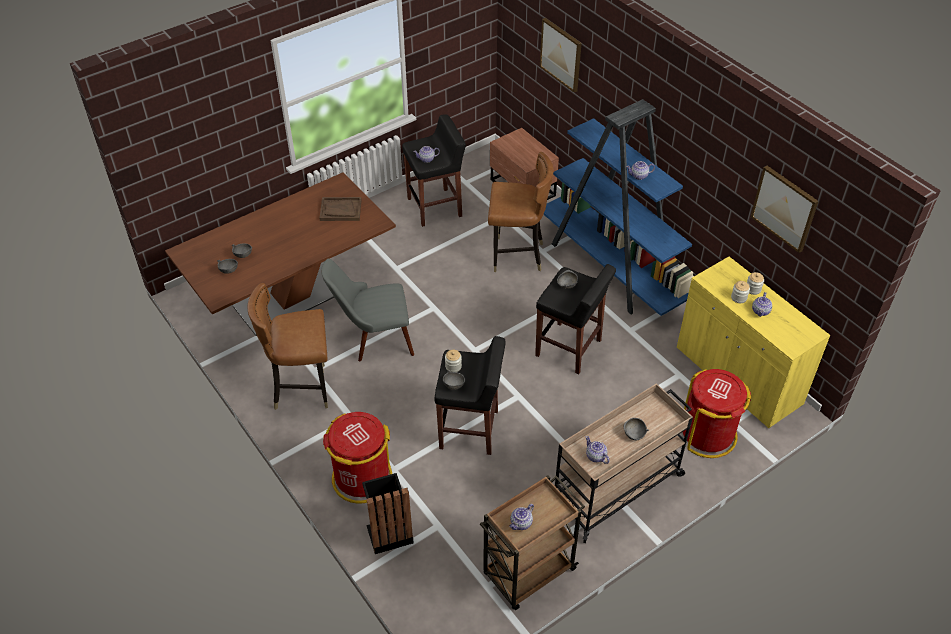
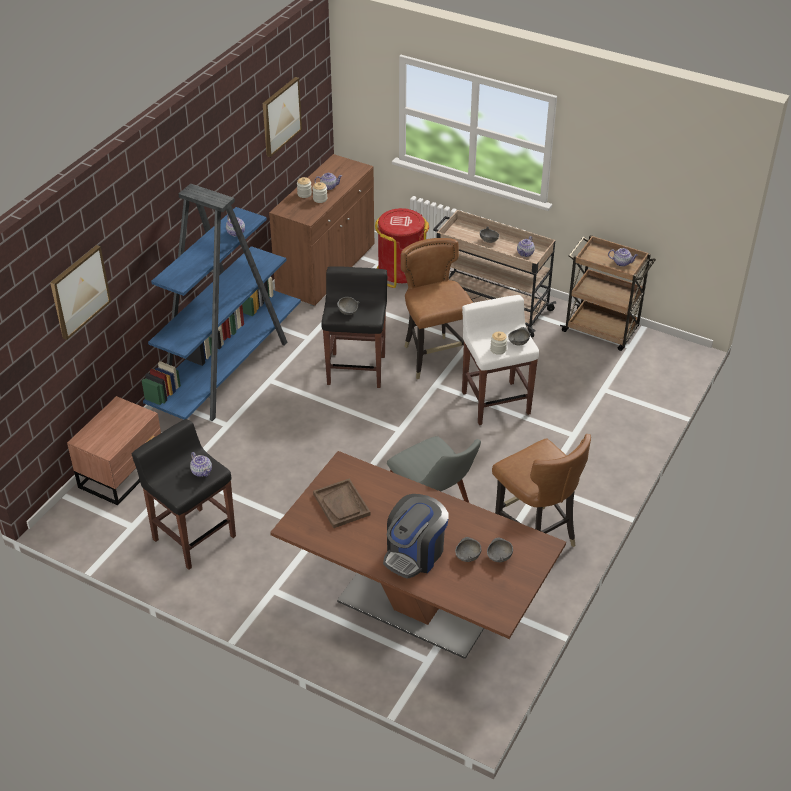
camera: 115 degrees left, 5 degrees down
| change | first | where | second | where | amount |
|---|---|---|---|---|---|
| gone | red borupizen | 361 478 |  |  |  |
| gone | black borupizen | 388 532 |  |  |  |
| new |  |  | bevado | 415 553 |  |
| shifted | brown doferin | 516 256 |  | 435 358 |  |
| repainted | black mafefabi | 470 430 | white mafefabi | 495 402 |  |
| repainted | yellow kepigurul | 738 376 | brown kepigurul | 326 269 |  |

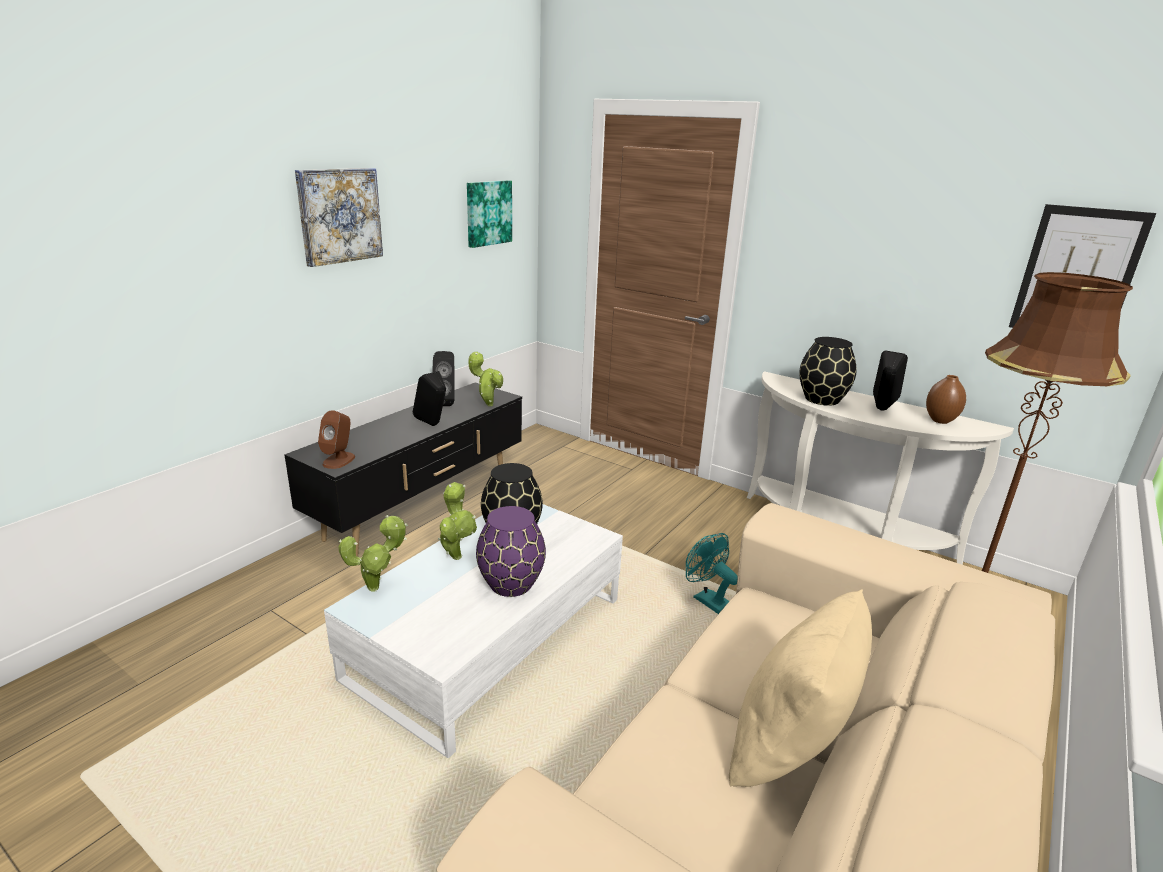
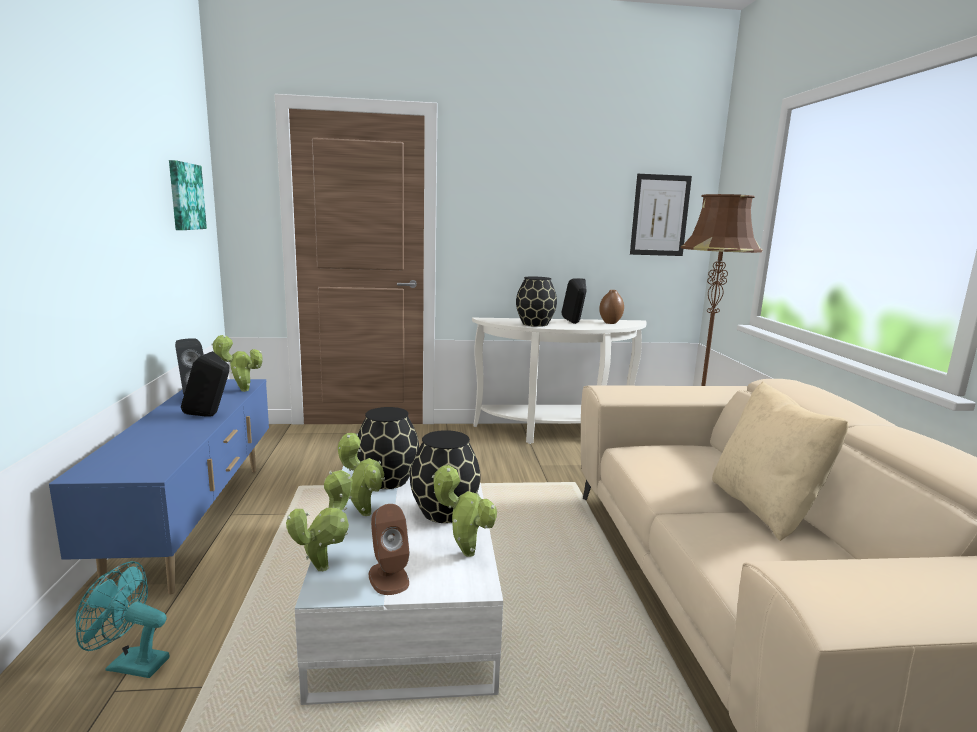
camera: 40 degrees left, 10 degrees down
| change | first | where | second | where | amount |
|---|---|---|---|---|---|
| gone | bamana | 339 215 |  |  |  |
| new |  |  | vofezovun | 464 552 |  |
| shifted | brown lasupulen | 339 460 |  | 388 577 |  |
| shifted | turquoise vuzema | 707 600 |  | 129 664 |  |
| repainted | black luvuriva | 422 506 | blue luvuriva | 196 521 |  |
| repainted | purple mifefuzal | 510 583 | black mifefuzal | 443 512 |  |

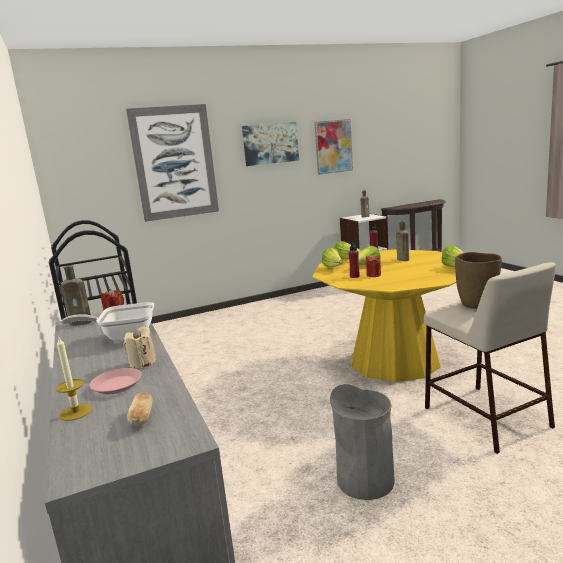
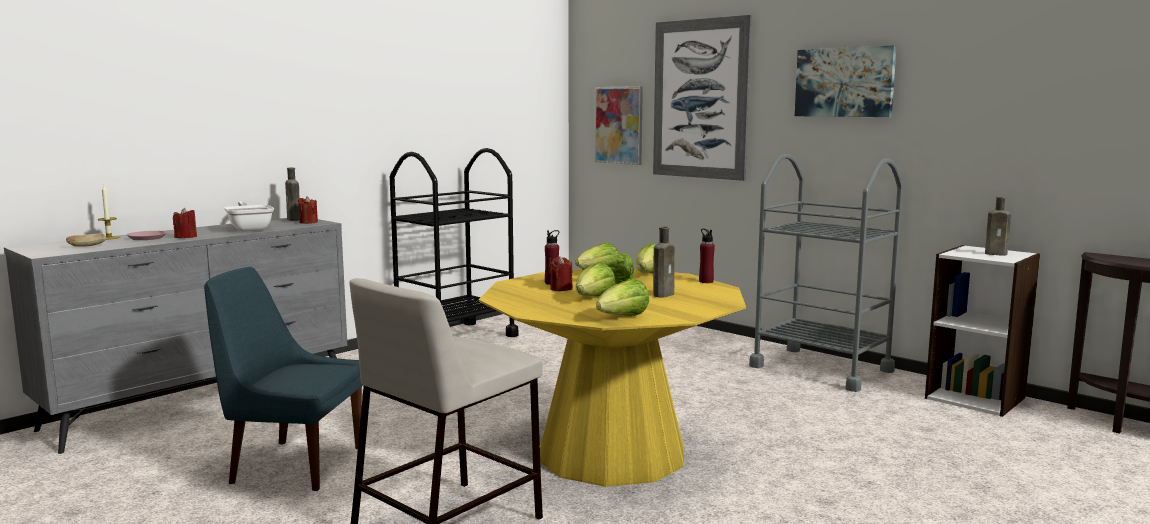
camera: 65 degrees right, 5 degrees down
| change | first | where | second | where | amount |
|---|---|---|---|---|---|
| gone | brown mifefuzal | 477 304 |  |  |  |
| new |  |  | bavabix | 593 298 |  |
| new |  |  | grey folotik | 821 368 |  |
| shifted | bamana | 333 146 |  | 618 125 |  |
| swapped | grey borupizen | 365 480 | blue doferin | 293 465 |  |
| repainted | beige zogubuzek | 142 363 | red zogubuzek | 186 237 |  |

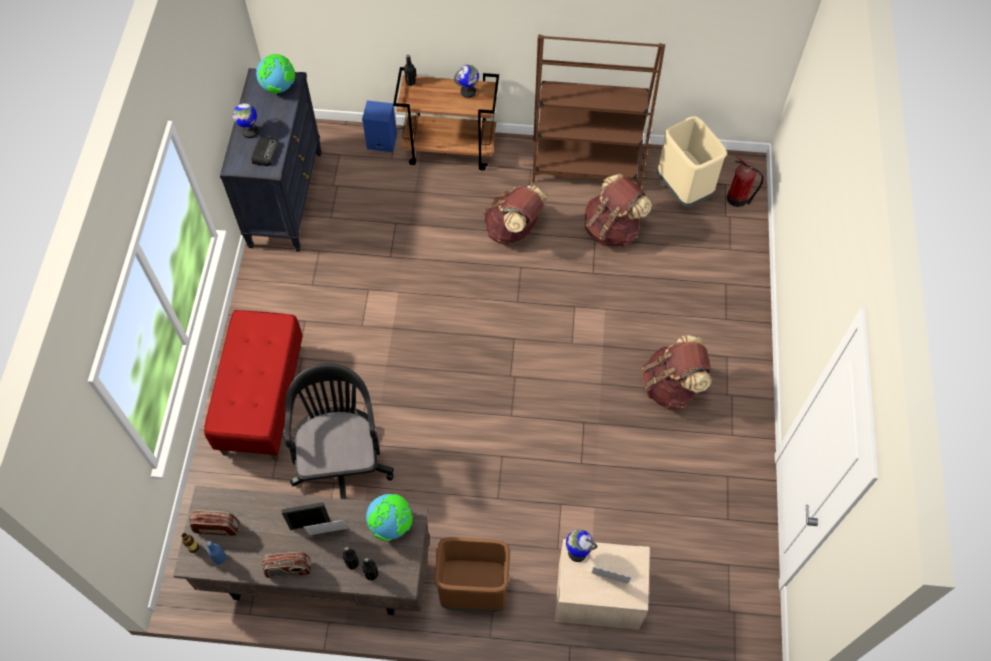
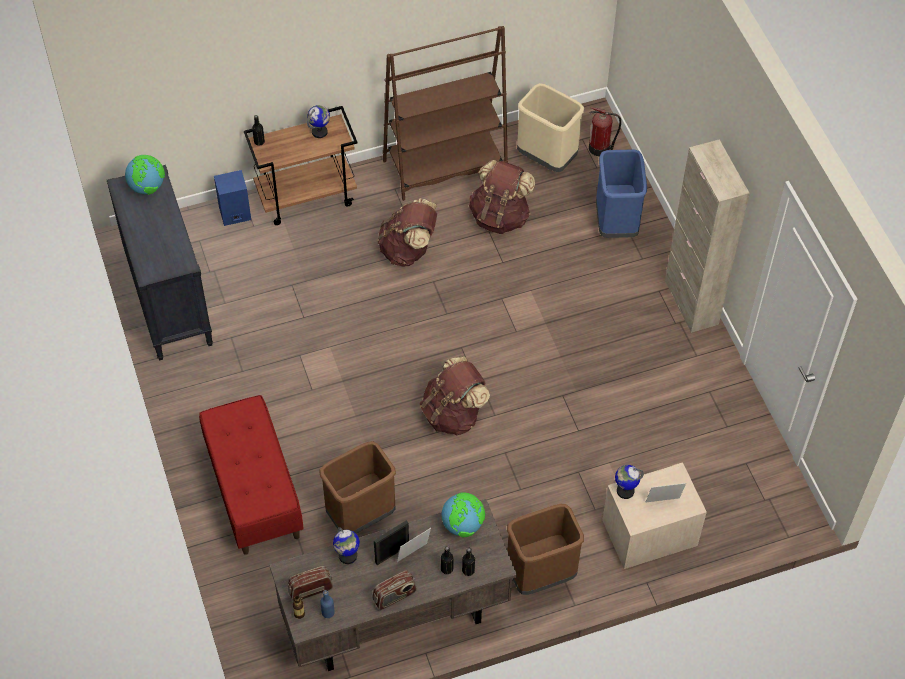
camera: 25 degrees left, 5 degrees down
| change | first | where | second | where | amount |
|---|---|---|---|---|---|
| gone | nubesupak | 265 152 |  |  |  |
| new |  |  | blue borupizen | 616 223 |  |
| new |  |  | beige kepigurul | 691 302 |  |
| shifted | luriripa | 250 132 |  | 347 556 |  |
| shifted | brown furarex | 671 386 |  | 453 414 |  |
| swapped | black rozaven | 342 460 | brown borupizen | 361 514 |  |

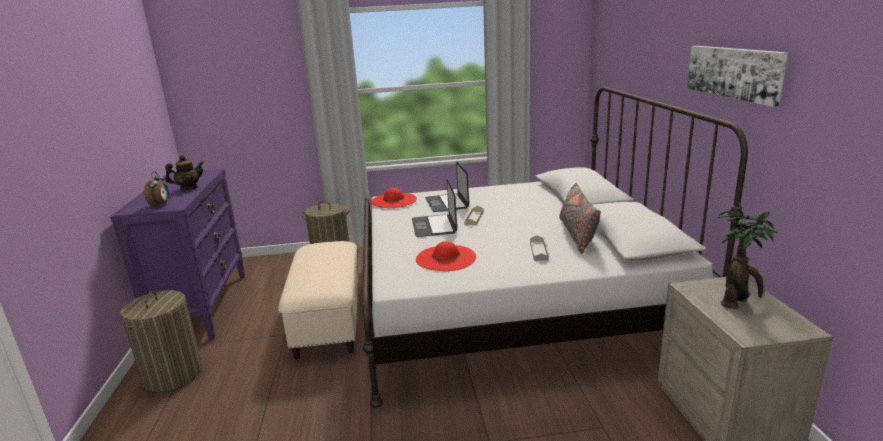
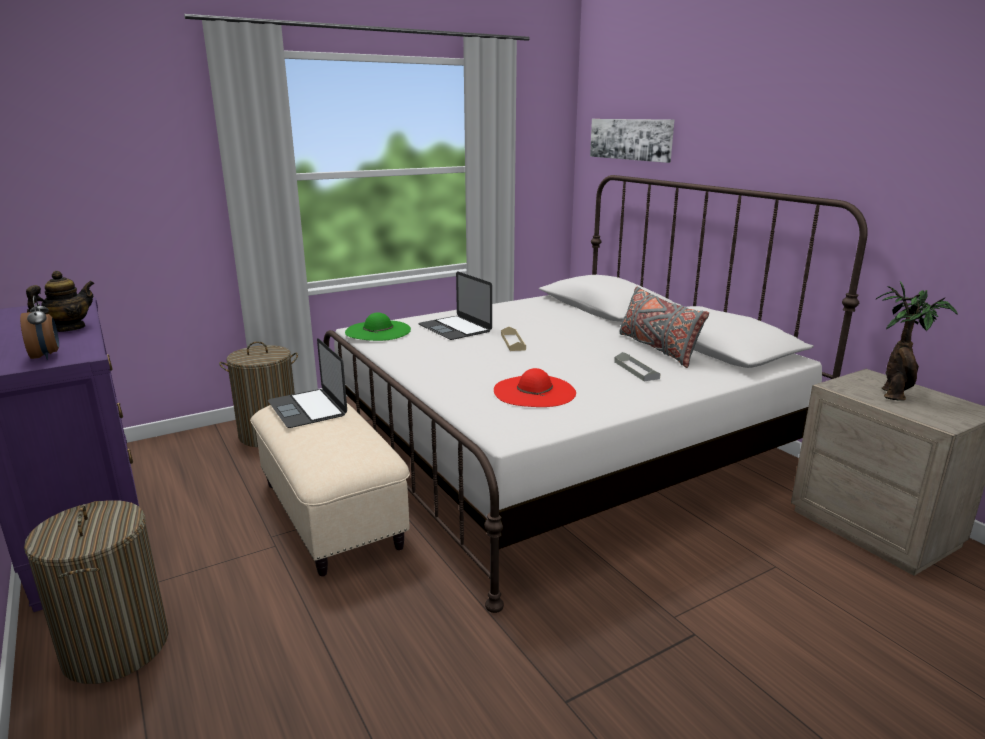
camera: 25 degrees left, 0 degrees up
| change | first | where | second | where | amount |
|---|---|---|---|---|---|
| shifted | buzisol | 434 226 |  | 307 408 |  |
| shifted | bamana | 733 72 |  | 631 139 |  |
| repainted | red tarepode | 393 200 | green tarepode | 378 331 |  |

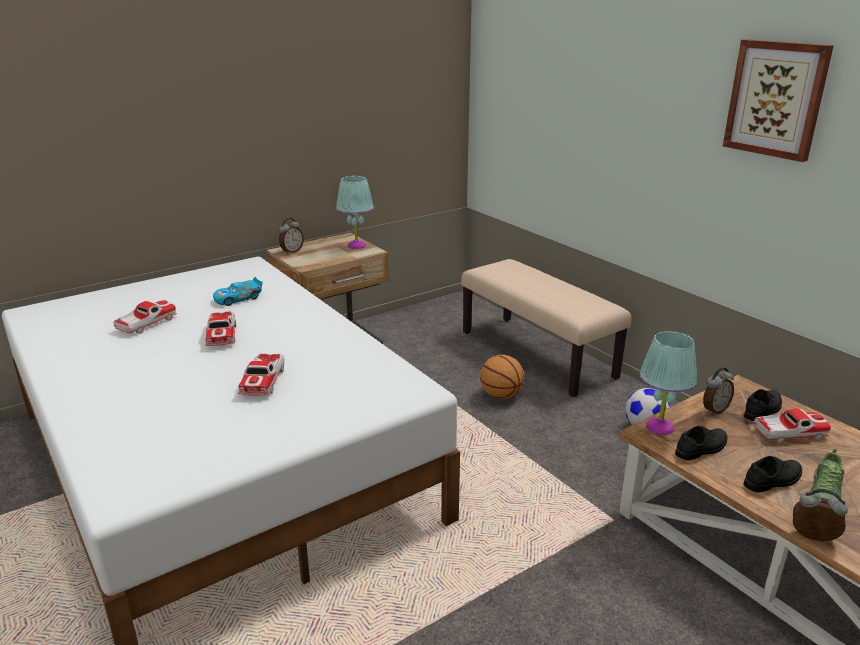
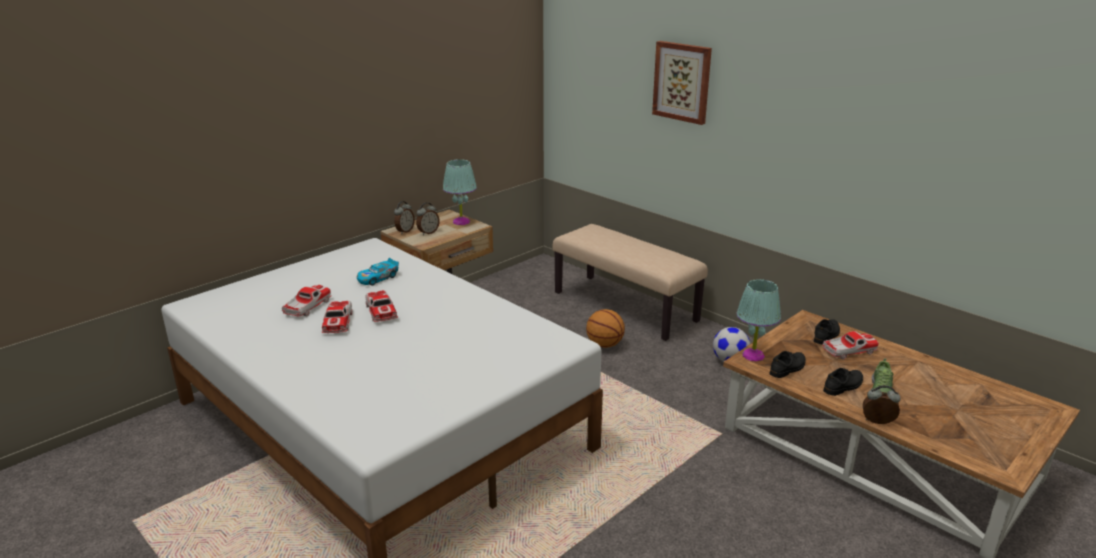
camera: 10 degrees left, 0 degrees up
| change | first | where | second | where | amount |
|---|---|---|---|---|---|
| shifted | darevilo | 263 381 |  | 338 322 |  |
| shifted | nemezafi | 714 410 |  | 428 232 |  |
| shifted | bamana | 776 99 |  | 682 82 |  |

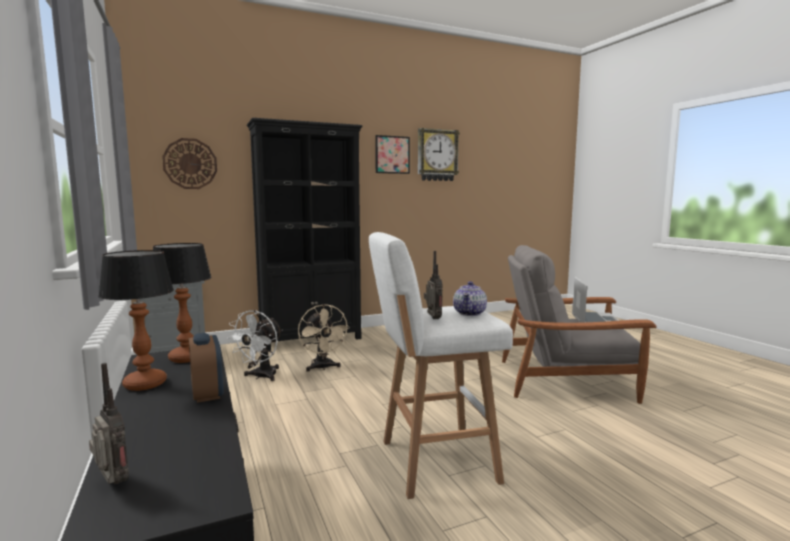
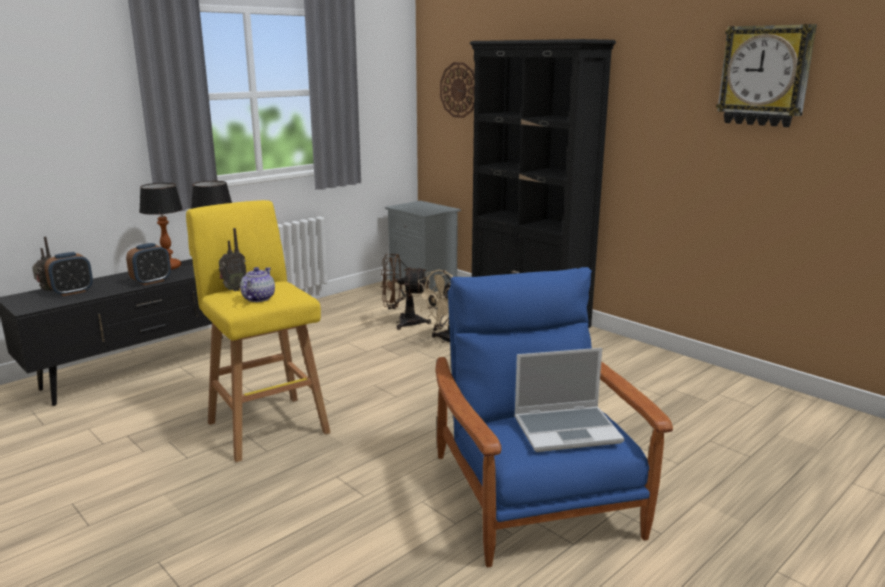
camera: 70 degrees right, 10 degrees up
| change | first | where | second | where | amount |
|---|---|---|---|---|---|
| gone | bamana | 392 154 |  |  |  |
| new |  |  | nemezafi | 72 292 |  |
| repainted | white vuzema | 260 377 | brown vuzema | 403 322 |  |
| repainted | white mafefabi | 434 462 | yellow mafefabi | 266 425 |  |
| repainted | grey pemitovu | 566 380 | blue pemitovu | 535 496 |  |
| rotated | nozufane | 470 313 |  | 258 298 | 105 degrees clockwise |

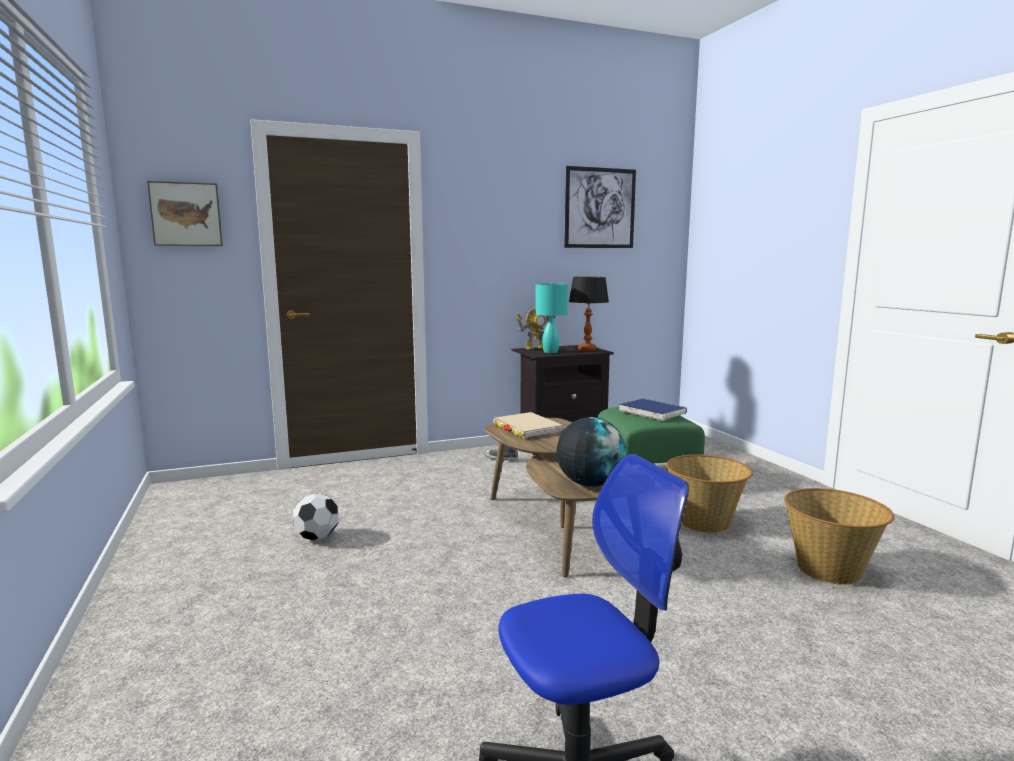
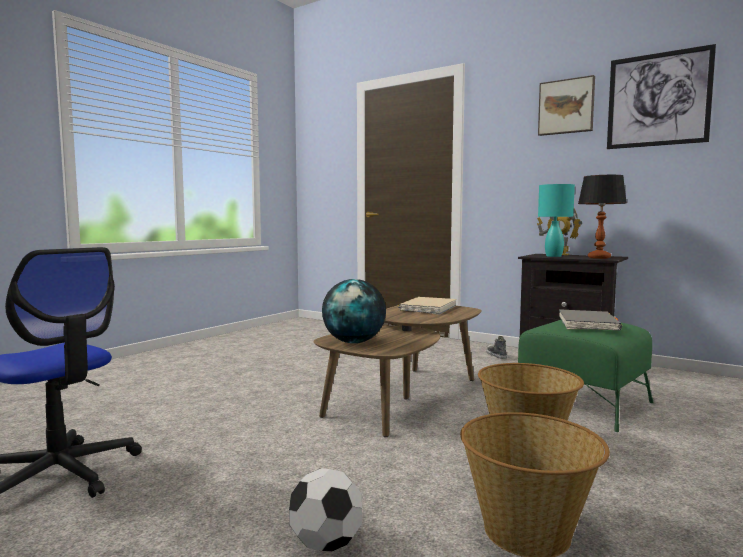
camera: 55 degrees right, 5 degrees down
| change | first | where | second | where | amount |
|---|---|---|---|---|---|
| shifted | bamana | 186 214 |  | 566 107 |  |
| shifted | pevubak | 317 537 |  | 326 544 |  |
| repainted | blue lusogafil | 652 412 | grey lusogafil | 588 324 |  |

